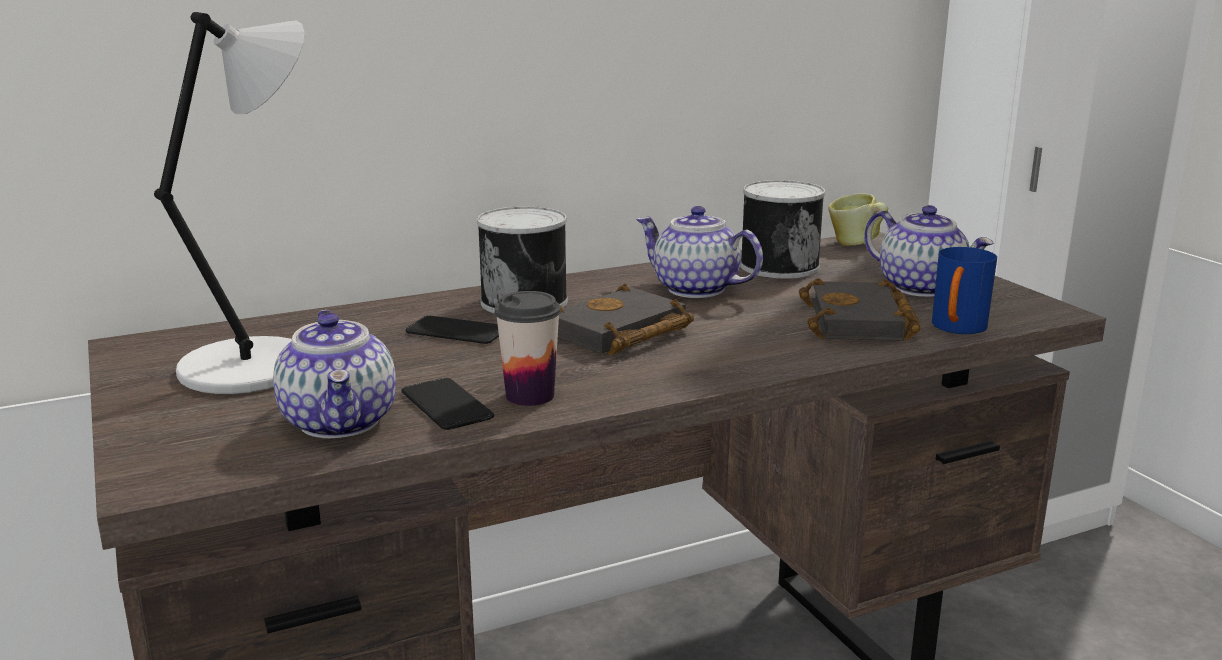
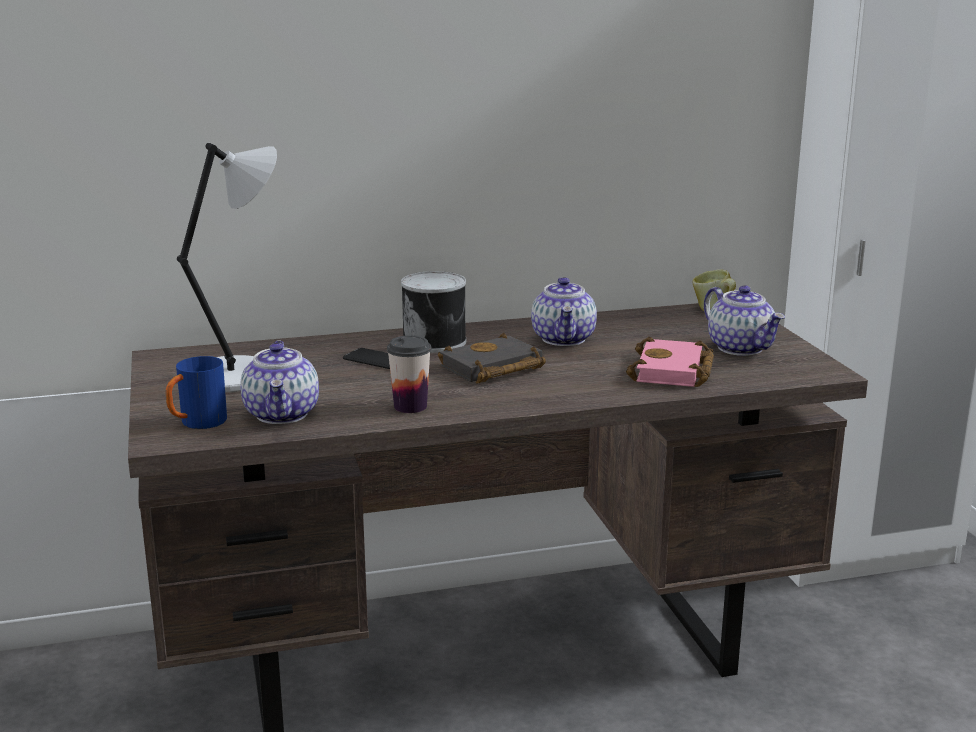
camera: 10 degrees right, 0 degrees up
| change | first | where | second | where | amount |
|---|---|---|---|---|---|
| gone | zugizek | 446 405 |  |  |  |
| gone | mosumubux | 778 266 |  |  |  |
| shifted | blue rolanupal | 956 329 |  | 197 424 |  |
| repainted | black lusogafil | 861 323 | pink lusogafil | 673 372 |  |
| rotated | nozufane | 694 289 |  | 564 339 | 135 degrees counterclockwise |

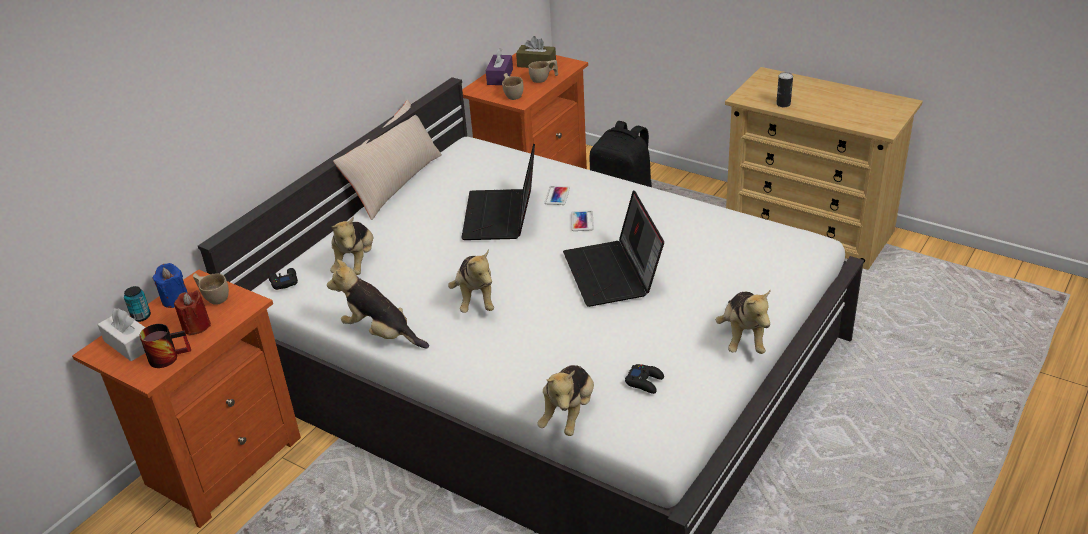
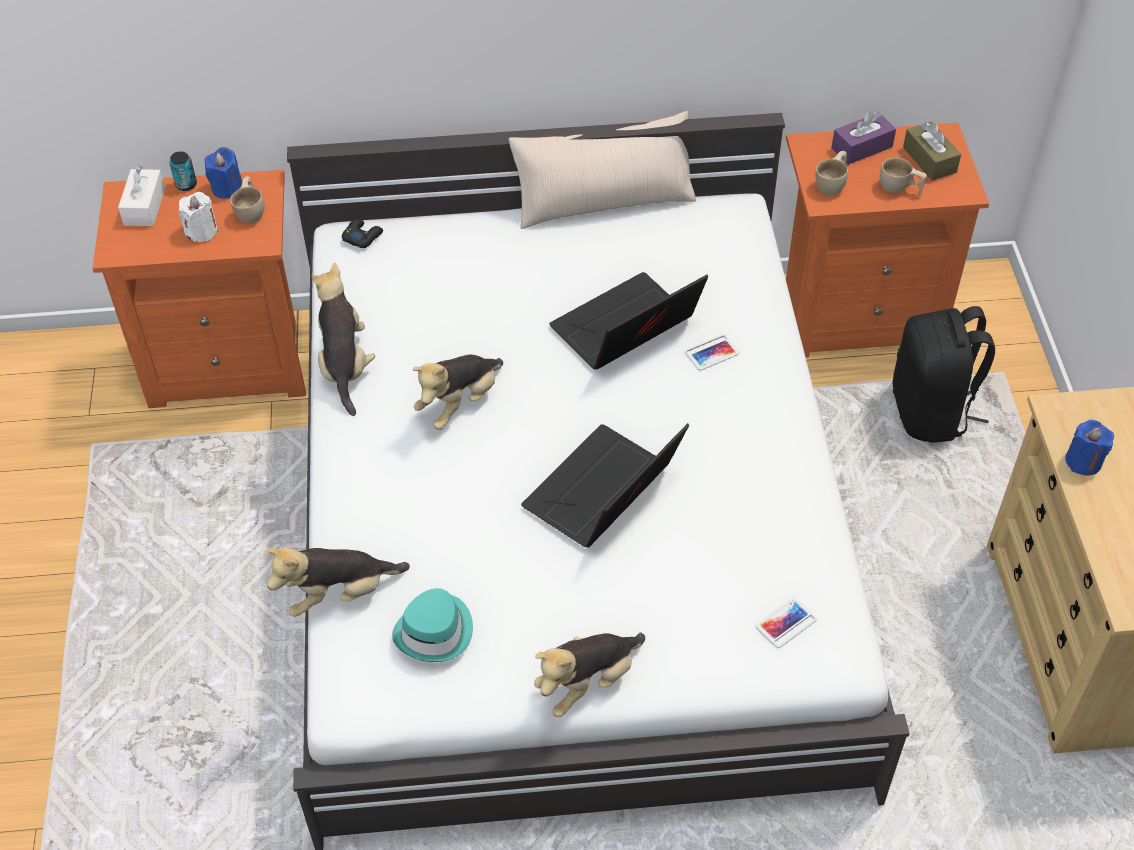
camera: 50 degrees right, 15 degrees up
| change | first | where | second | where | amount |
|---|---|---|---|---|---|
| gone | rolanupal | 168 356 |  |  |  |
| gone | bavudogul | 355 263 |  |  |  |
| shifted | zugizek | 582 221 |  | 786 623 |  |
| swapped | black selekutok | 645 382 | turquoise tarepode | 435 631 |  |
| swapped | mosumubux | 783 104 | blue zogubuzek | 1083 461 |  |
| repainted | red zogubuzek | 196 326 | white zogubuzek | 201 231 |  |

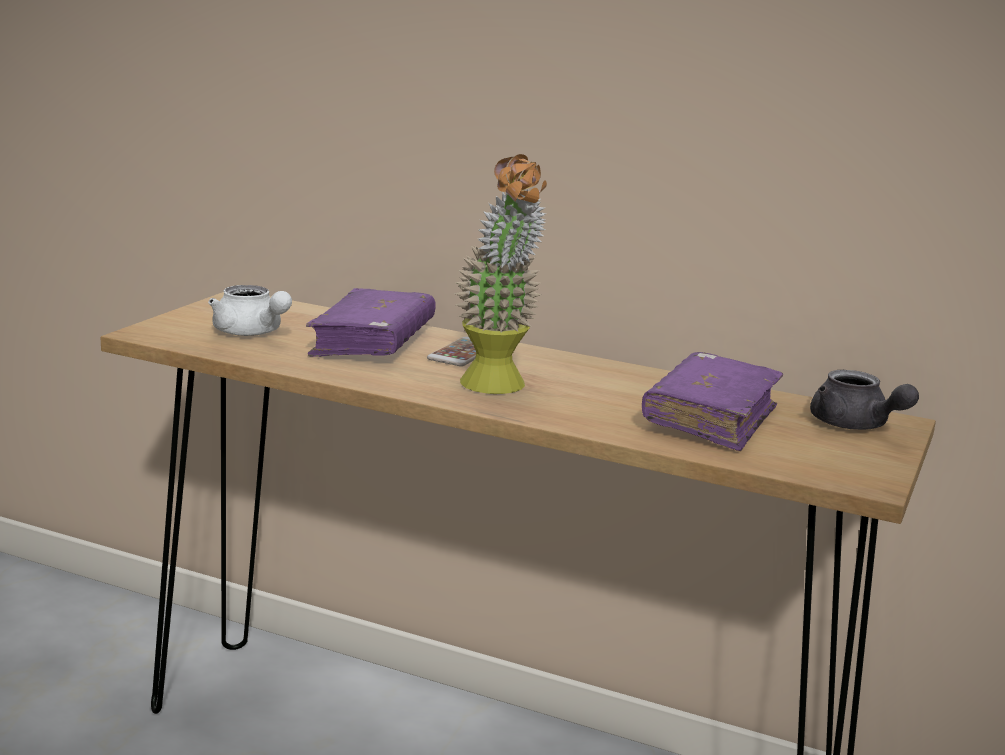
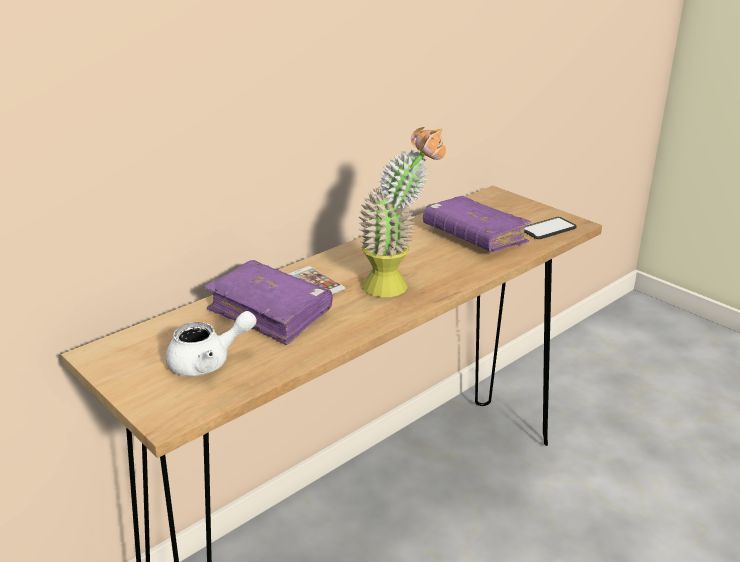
camera: 65 degrees left, 10 degrees up
| change | first | where | second | where | amount |
|---|---|---|---|---|---|
| gone | grey nozufane | 855 426 |  |  |  |
| new |  |  | zugizek | 548 229 |  |

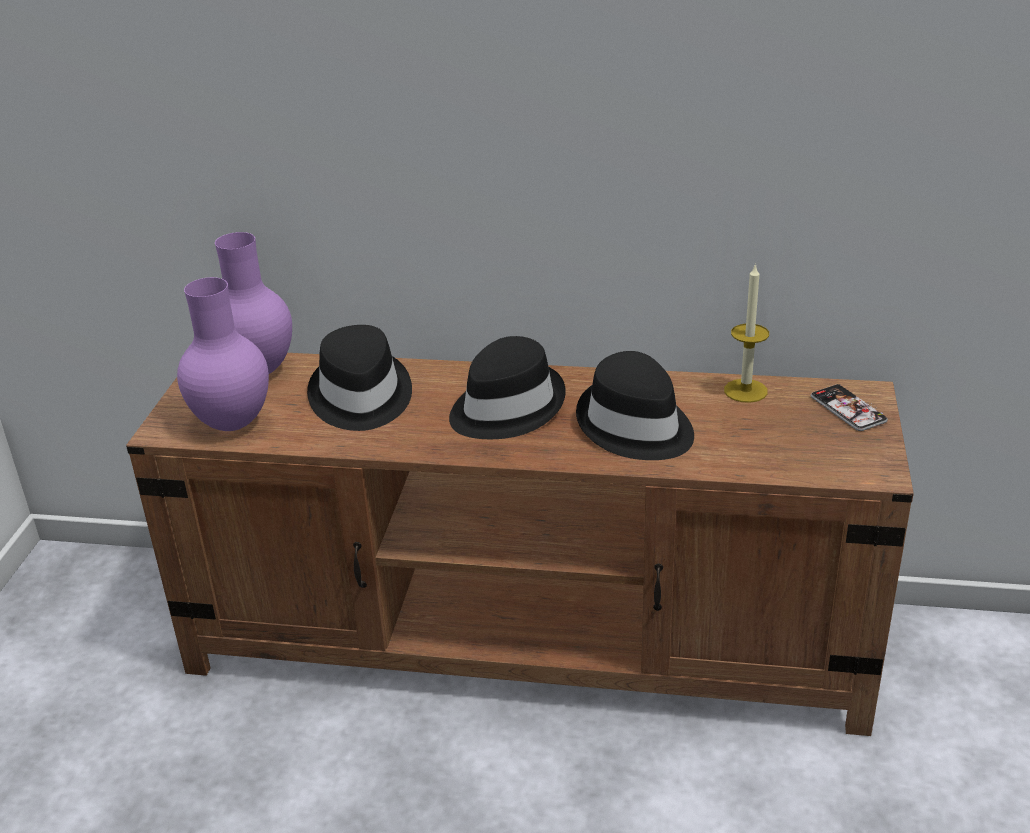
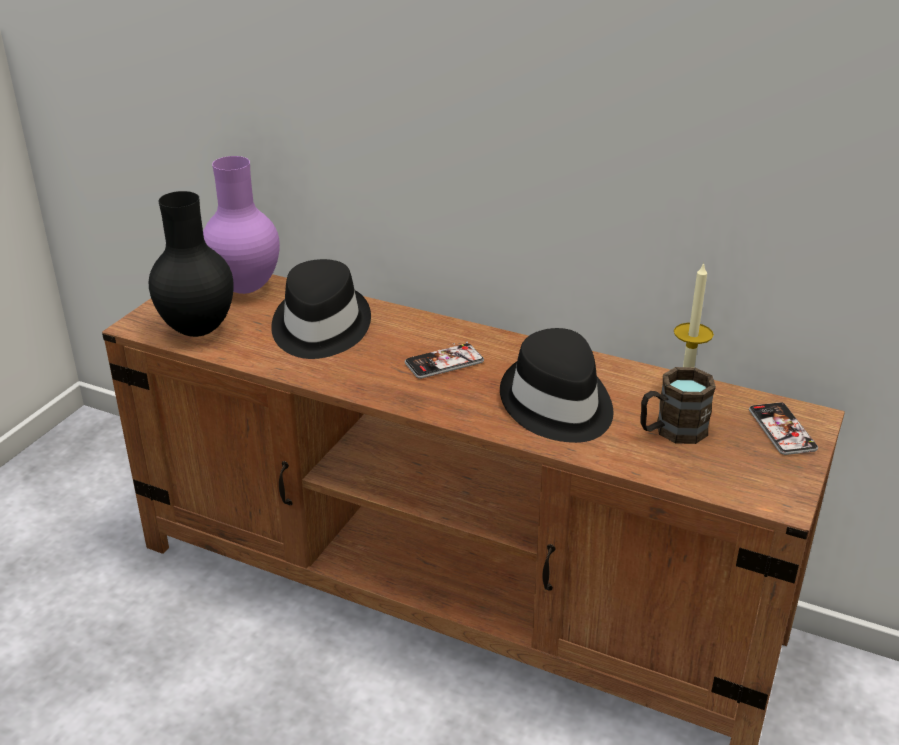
camera: 15 degrees right, 0 degrees up
| change | first | where | second | where | amount |
|---|---|---|---|---|---|
| new |  |  | brown rolanupal | 671 431 |  |
| swapped | black tarepode | 505 407 | zugizek | 444 362 |  |
| repainted | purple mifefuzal | 233 425 | black mifefuzal | 198 331 |  |

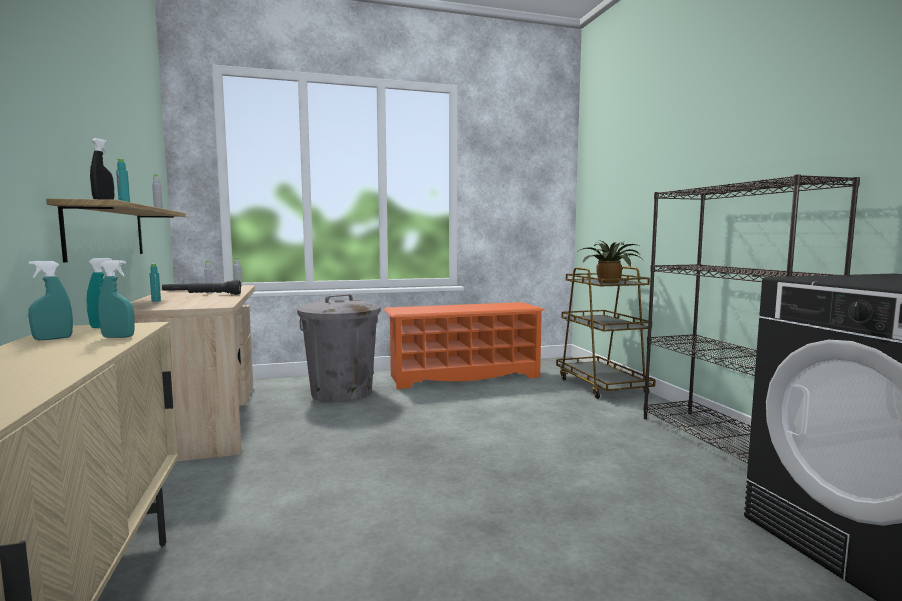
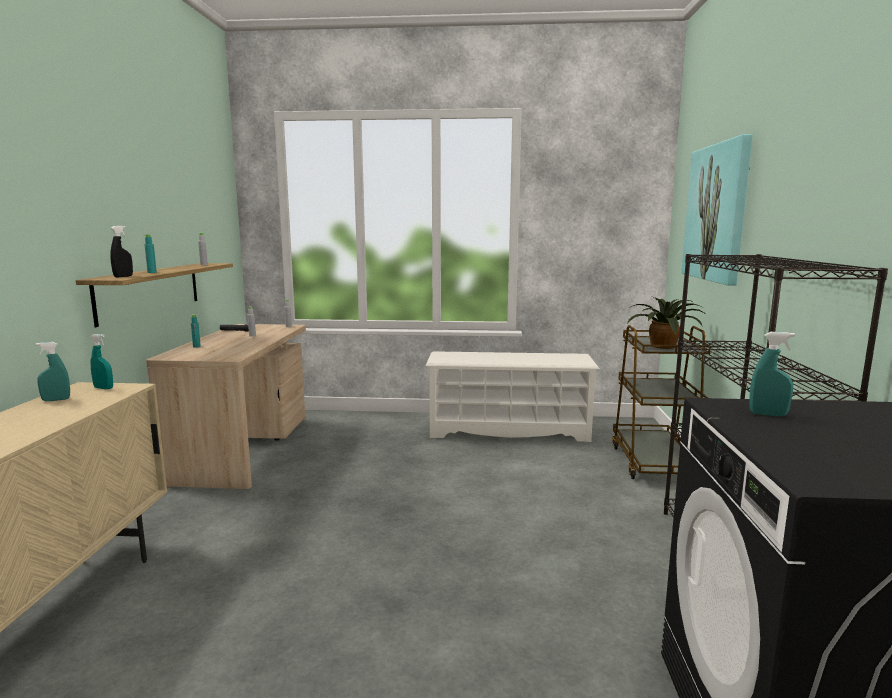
camera: 20 degrees right, 5 degrees up
| change | first | where | second | where | amount |
|---|---|---|---|---|---|
| gone | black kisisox | 215 295 |  |  |  |
| gone | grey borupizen | 341 392 |  |  |  |
| new |  |  | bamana | 717 213 |  |
| shifted | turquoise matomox | 118 337 |  | 768 414 |  |
| repainted | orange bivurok | 463 376 | white bivurok | 509 430 |  |

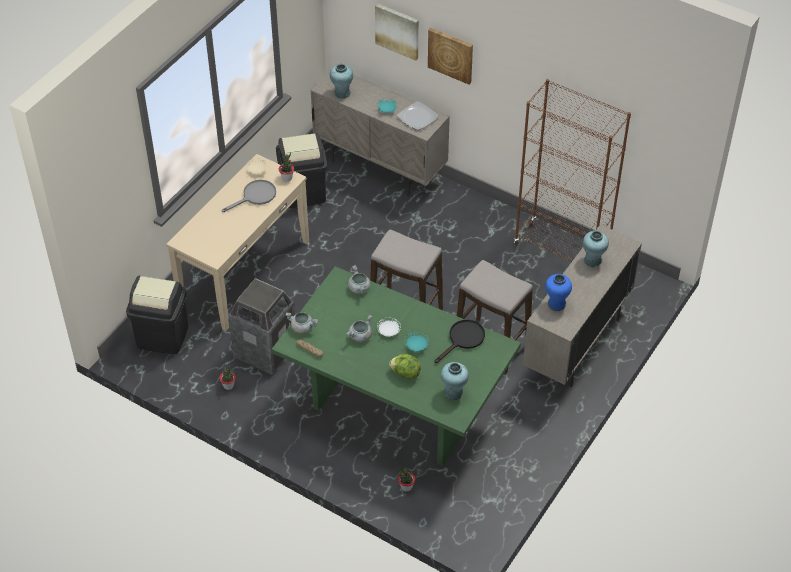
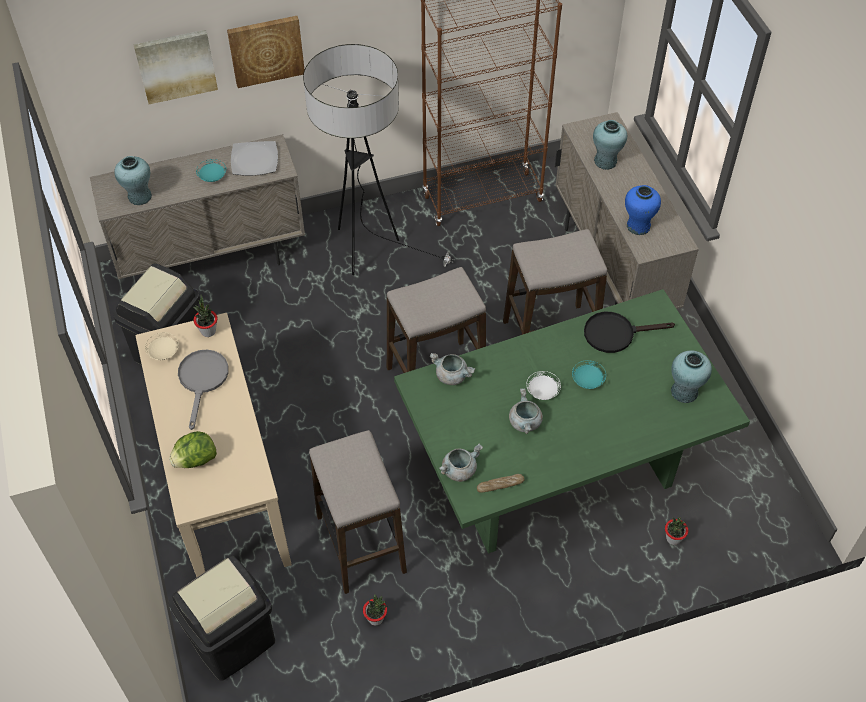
camera: 50 degrees left, 5 degrees up
| change | first | where | second | where | amount |
|---|---|---|---|---|---|
| new |  |  | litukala | 367 252 |  |
| shifted | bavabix | 405 373 |  | 195 460 |  |
| swapped | borupizen | 265 351 | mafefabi | 360 544 |  |
| rotated | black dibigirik | 463 339 |  | 616 333 | 90 degrees counterclockwise |

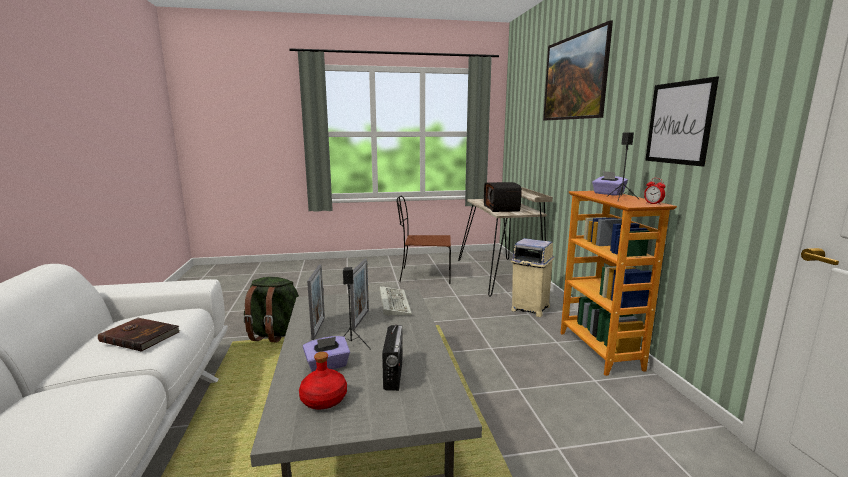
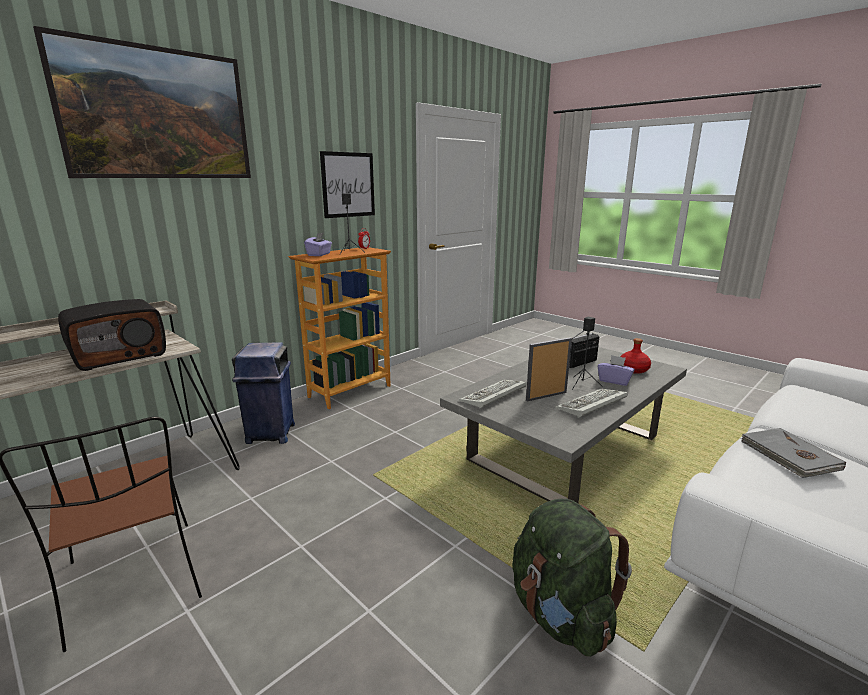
camera: 125 degrees left, 5 degrees up
| change | first | where | second | where | amount |
|---|---|---|---|---|---|
| swapped | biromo | 318 328 | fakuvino | 591 405 |  |
| repainted | brown lusogafil | 140 336 | grey lusogafil | 789 456 |  |
| repainted | beige borupizen | 529 308 | blue borupizen | 270 434 |  |

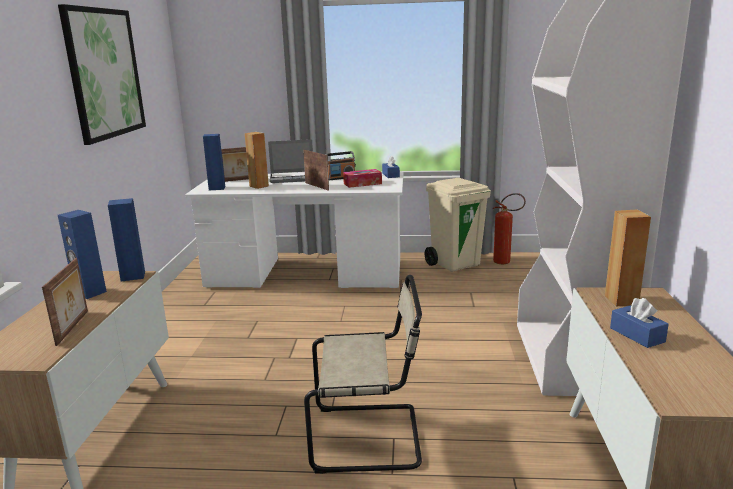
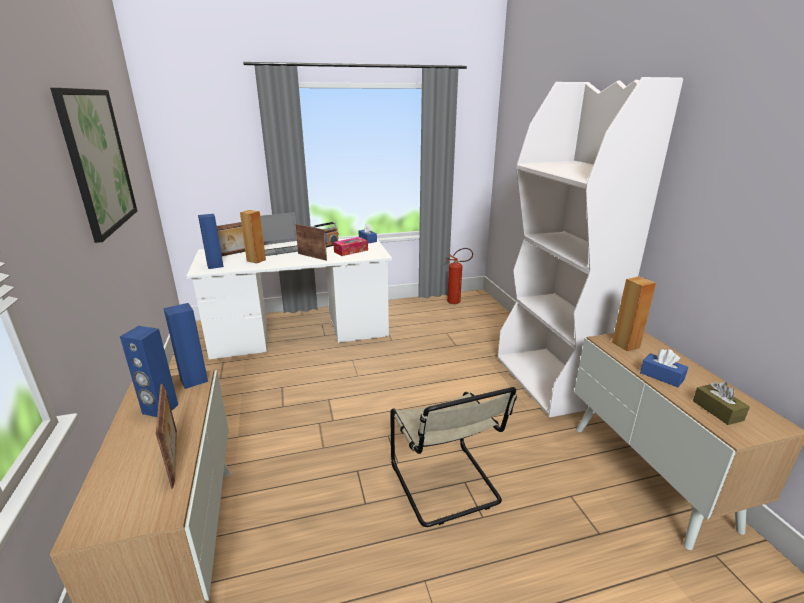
camera: 20 degrees left, 5 degrees up
| change | first | where | second | where | amount |
|---|---|---|---|---|---|
| gone | beige borupizen | 455 264 |  |  |  |
| new |  |  | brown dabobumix | 717 410 |  |
| rotated | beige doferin | 370 437 |  | 446 485 | 90 degrees clockwise |

